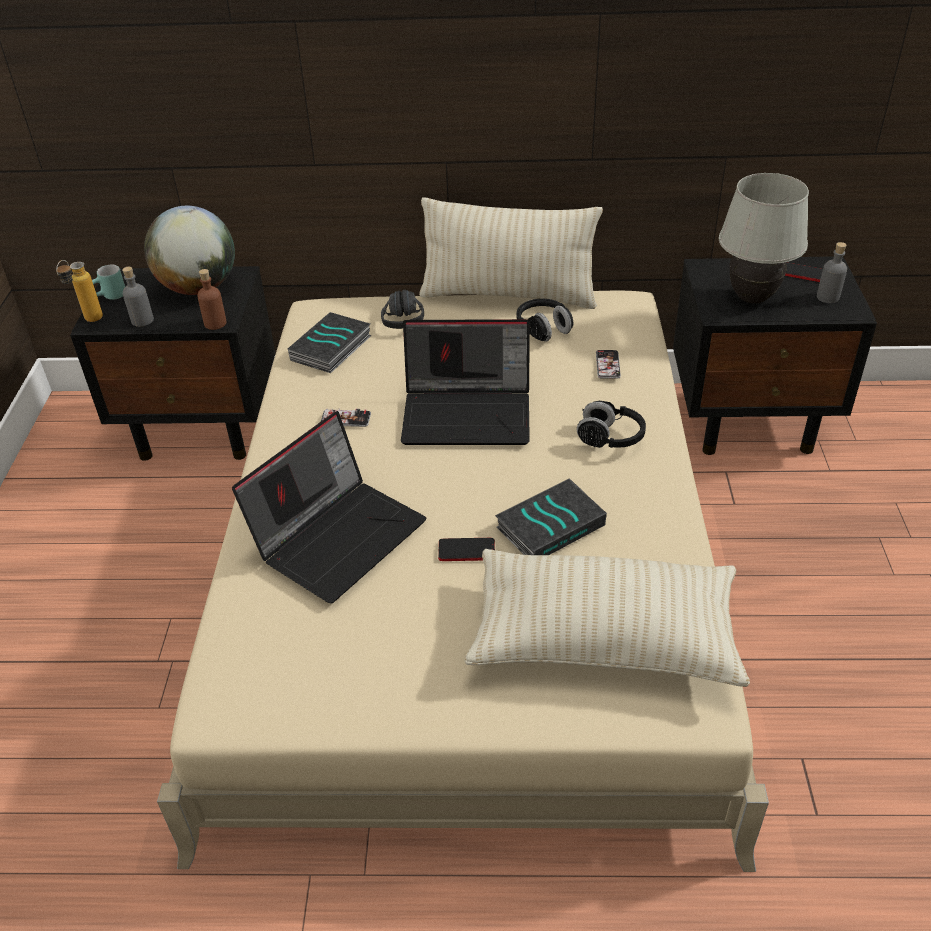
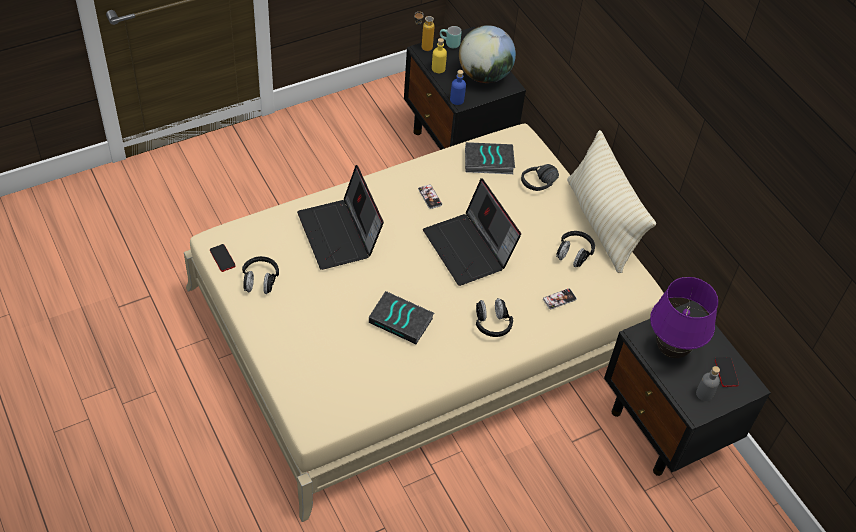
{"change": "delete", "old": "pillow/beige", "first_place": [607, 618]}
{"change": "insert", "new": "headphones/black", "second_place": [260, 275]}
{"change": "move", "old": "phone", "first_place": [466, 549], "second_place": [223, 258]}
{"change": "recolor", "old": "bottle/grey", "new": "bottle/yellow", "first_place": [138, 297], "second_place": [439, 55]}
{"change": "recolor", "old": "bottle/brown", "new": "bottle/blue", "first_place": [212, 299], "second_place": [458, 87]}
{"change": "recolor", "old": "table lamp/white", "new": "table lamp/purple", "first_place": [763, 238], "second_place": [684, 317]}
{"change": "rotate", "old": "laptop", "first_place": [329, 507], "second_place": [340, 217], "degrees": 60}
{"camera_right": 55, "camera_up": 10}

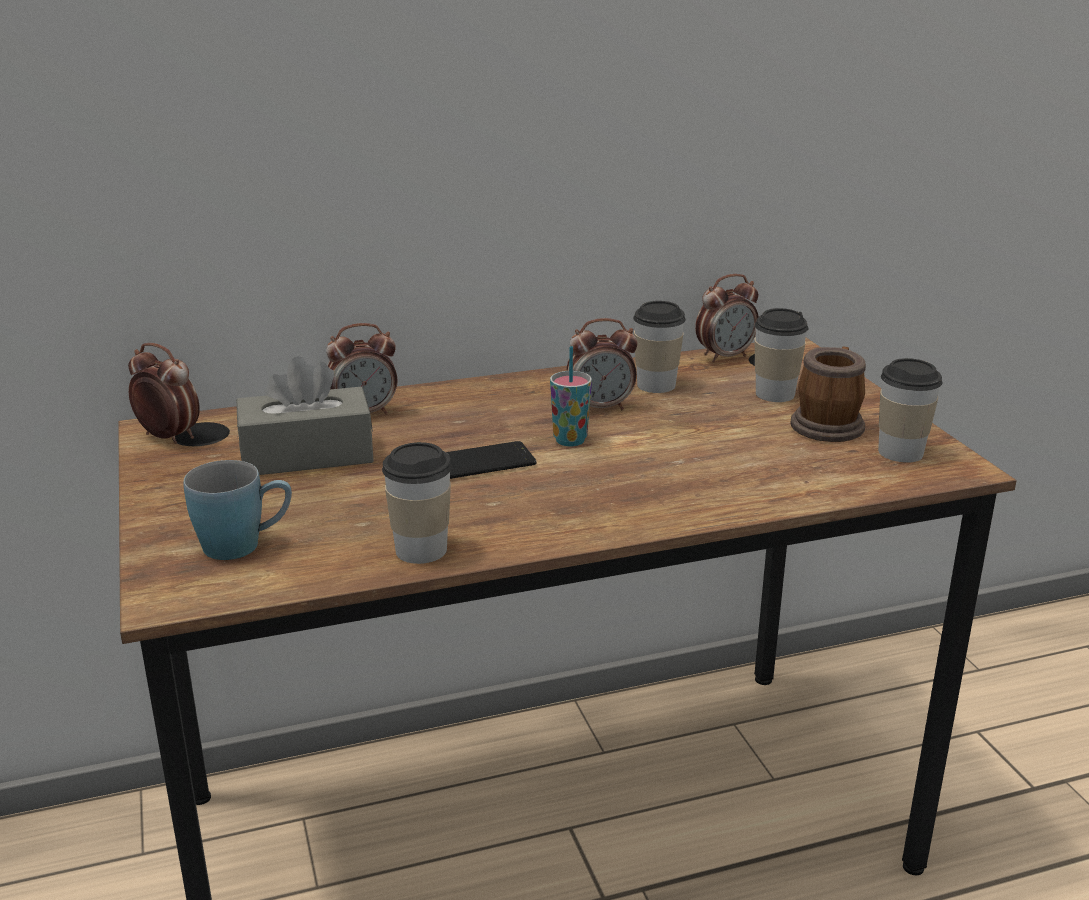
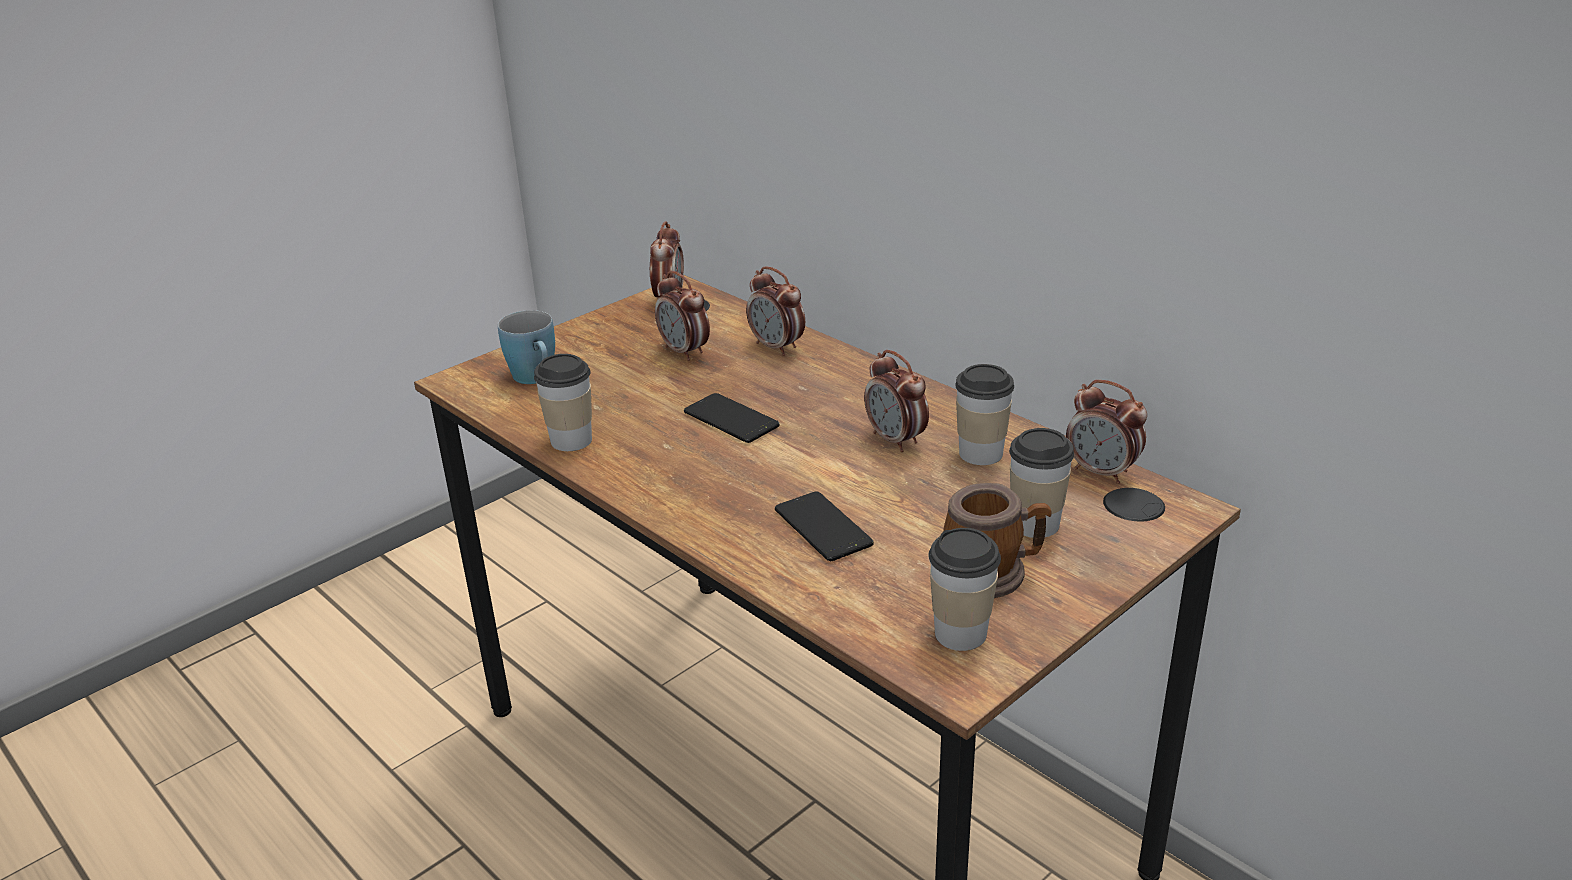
{"change": "delete", "old": "cup", "first_place": [571, 396]}
{"change": "insert", "new": "phone", "second_place": [824, 526]}
{"change": "replace", "old": "tissue box/grey", "new": "alarm clock", "first_place": [305, 415], "second_place": [682, 316]}
{"camera_right": 65, "camera_up": 5}

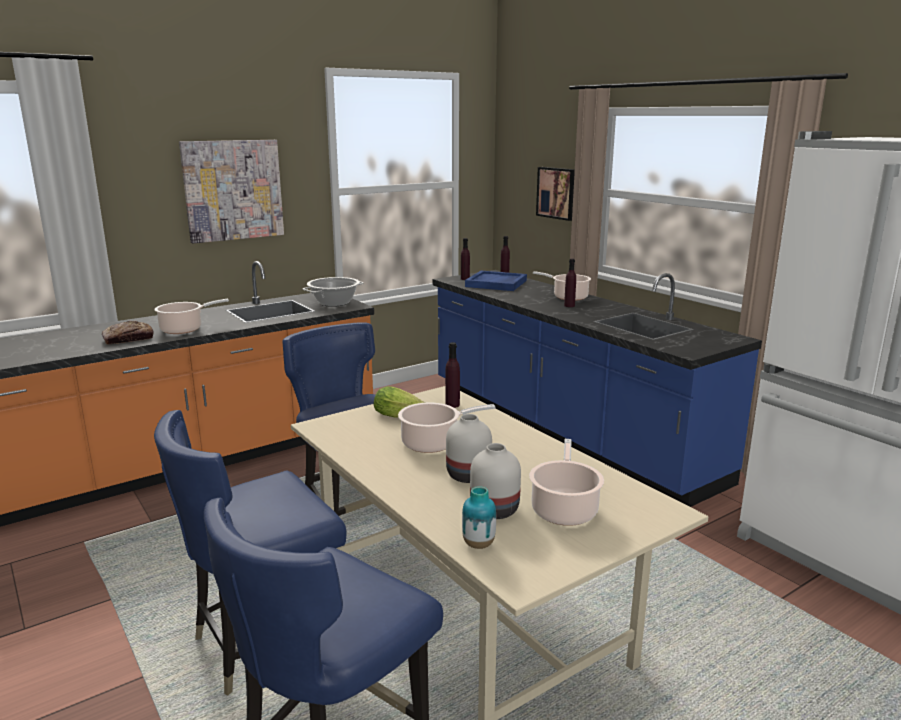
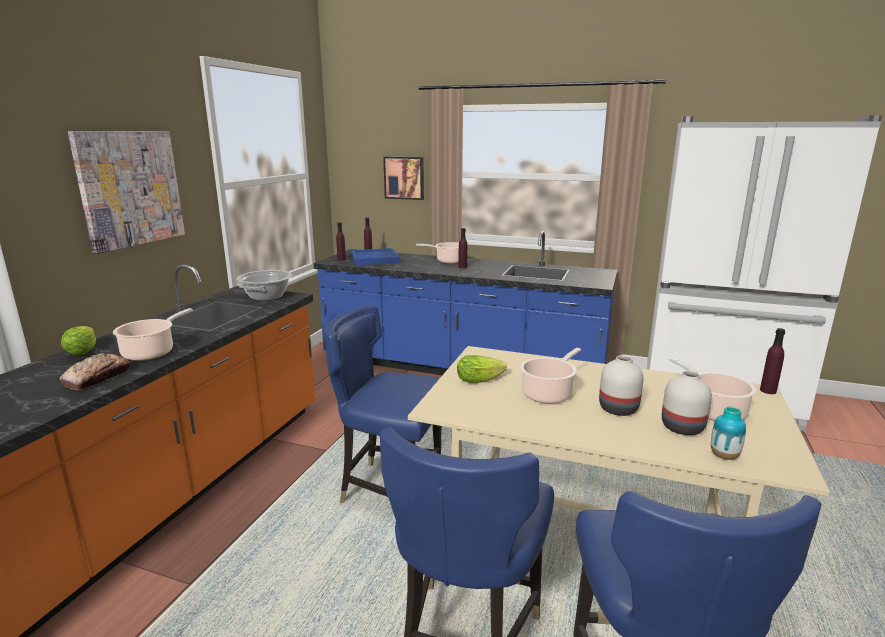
{"change": "insert", "new": "lettuce", "second_place": [78, 340]}
{"change": "move", "old": "bottle/purple", "first_place": [452, 375], "second_place": [772, 361]}
{"camera_right": -35, "camera_up": 0}

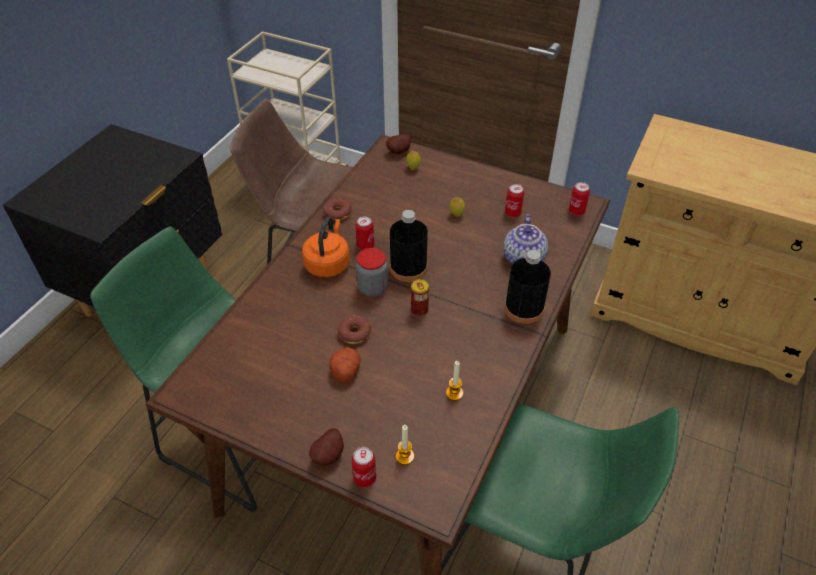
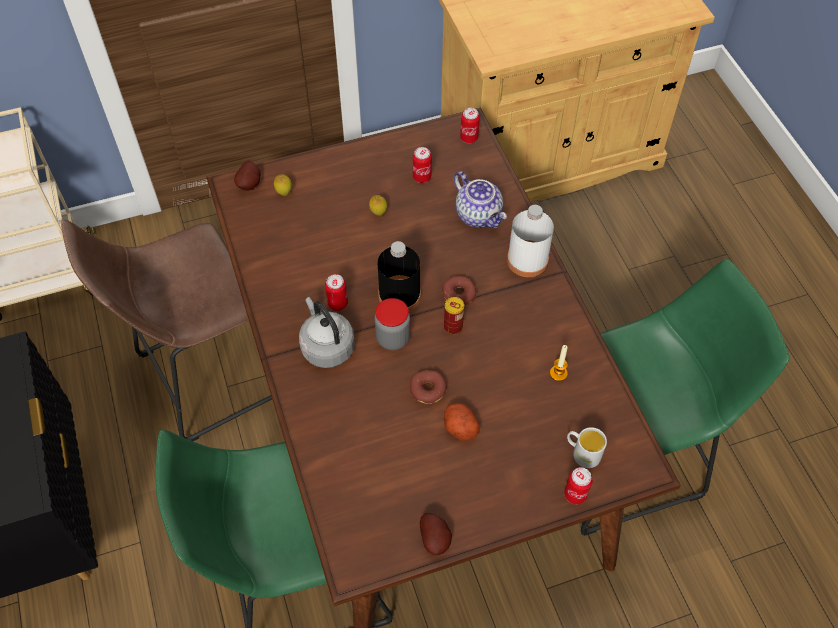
{"change": "move", "old": "potato", "first_place": [326, 447], "second_place": [436, 534]}
{"change": "move", "old": "donut", "first_place": [337, 209], "second_place": [459, 290]}
{"change": "replace", "old": "candle", "new": "mug/white", "first_place": [405, 445], "second_place": [587, 447]}
{"change": "recolor", "old": "kettle/orange", "new": "kettle/grey", "first_place": [326, 247], "second_place": [327, 332]}
{"change": "recolor", "old": "bottle/black", "new": "bottle/white", "first_place": [527, 287], "second_place": [530, 241]}
{"camera_right": -45, "camera_up": 10}

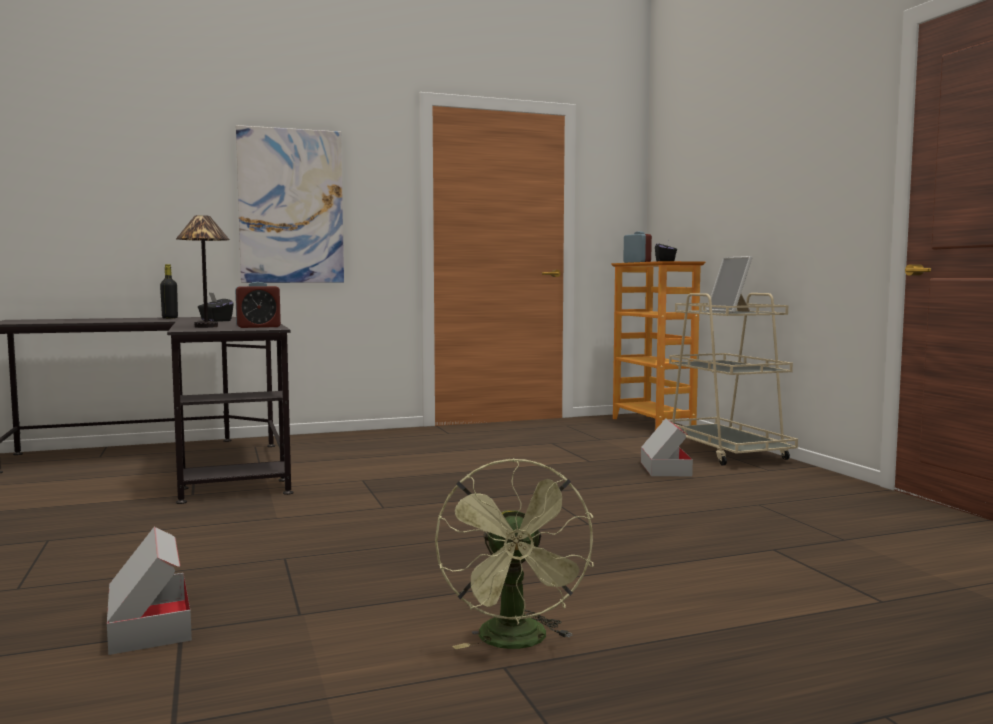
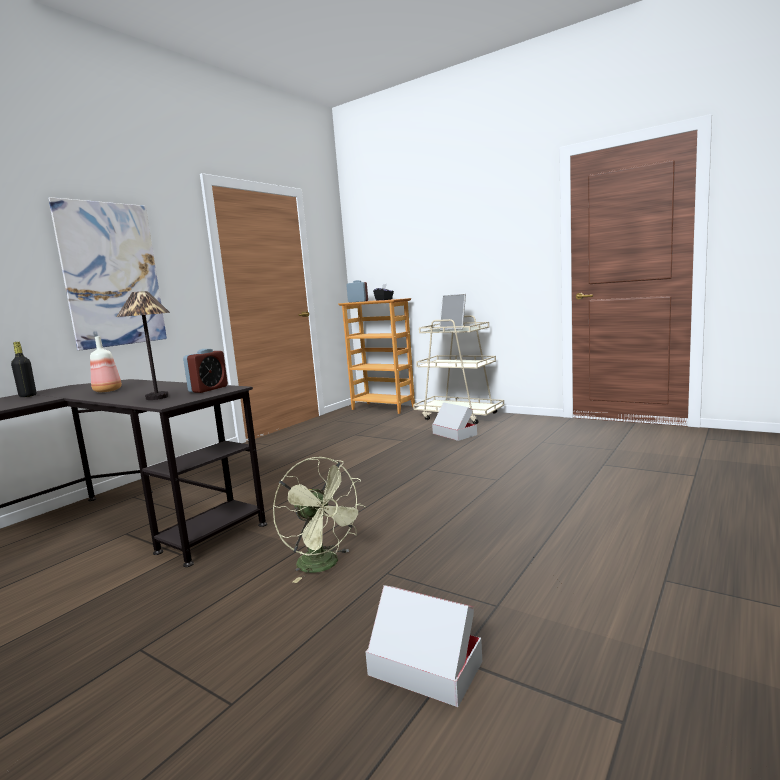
{"change": "move", "old": "fan/green", "first_place": [514, 553], "second_place": [319, 520]}
{"change": "replace", "old": "tissue box/black", "new": "bottle", "first_place": [216, 307], "second_place": [106, 364]}
{"camera_right": -35, "camera_up": 5}

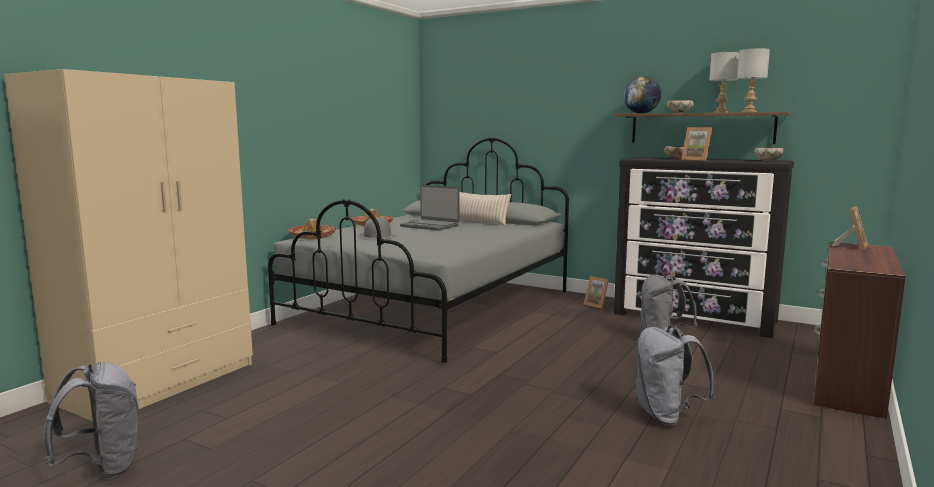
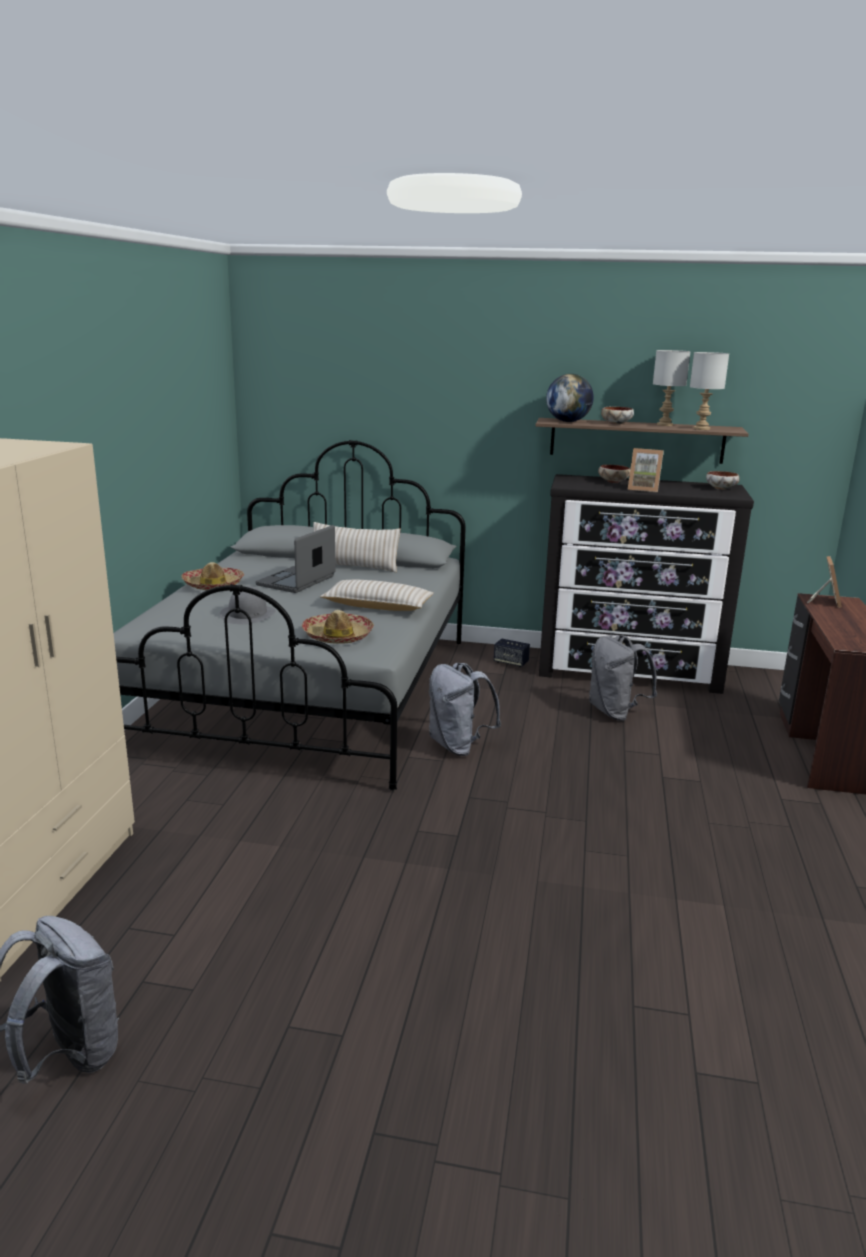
{"change": "insert", "new": "pillow/beige", "second_place": [377, 595]}
{"change": "move", "old": "hat", "first_place": [312, 229], "second_place": [338, 627]}
{"change": "move", "old": "backpack/grey", "first_place": [675, 376], "second_place": [465, 709]}
{"change": "replace", "old": "picture frame", "new": "speaker", "first_place": [596, 292], "second_place": [512, 652]}
{"change": "rotate", "old": "laptop", "first_place": [429, 208], "second_place": [296, 559], "degrees": 105}
{"camera_right": -20, "camera_up": 10}

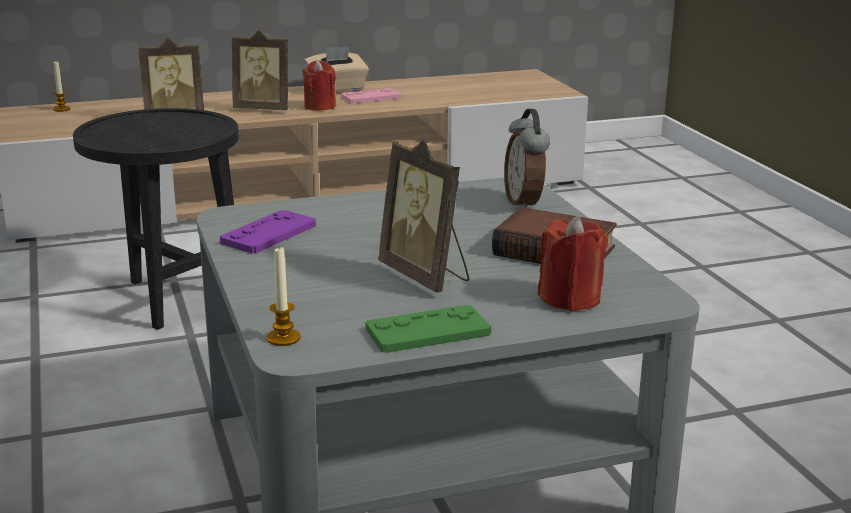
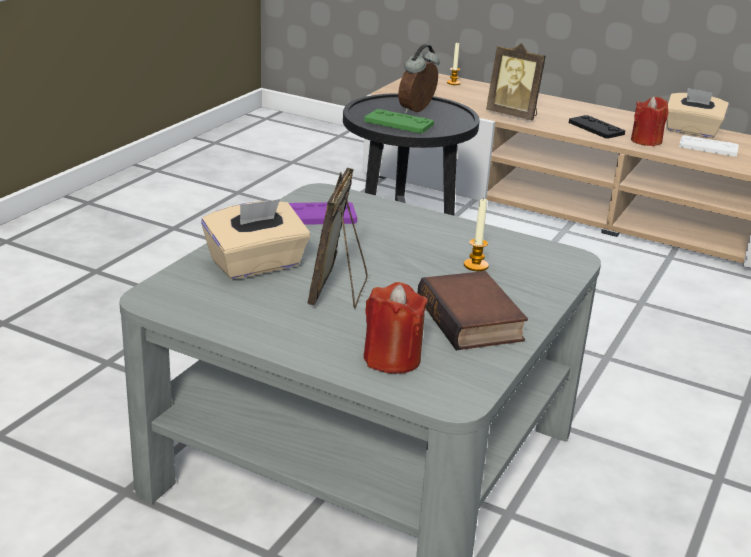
{"change": "insert", "new": "tissue box/beige", "second_place": [255, 239]}
{"change": "move", "old": "candle", "first_place": [284, 296], "second_place": [476, 234]}
{"change": "move", "old": "game controller/green", "first_place": [428, 329], "second_place": [399, 121]}
{"change": "move", "old": "alarm clock", "first_place": [527, 158], "second_place": [419, 79]}
{"change": "replace", "old": "picture frame", "new": "game controller/black", "first_place": [260, 70], "second_place": [597, 127]}
{"change": "recolor", "old": "game controller/pink", "new": "game controller/white", "first_place": [371, 96], "second_place": [709, 146]}
{"camera_right": 45, "camera_up": 5}

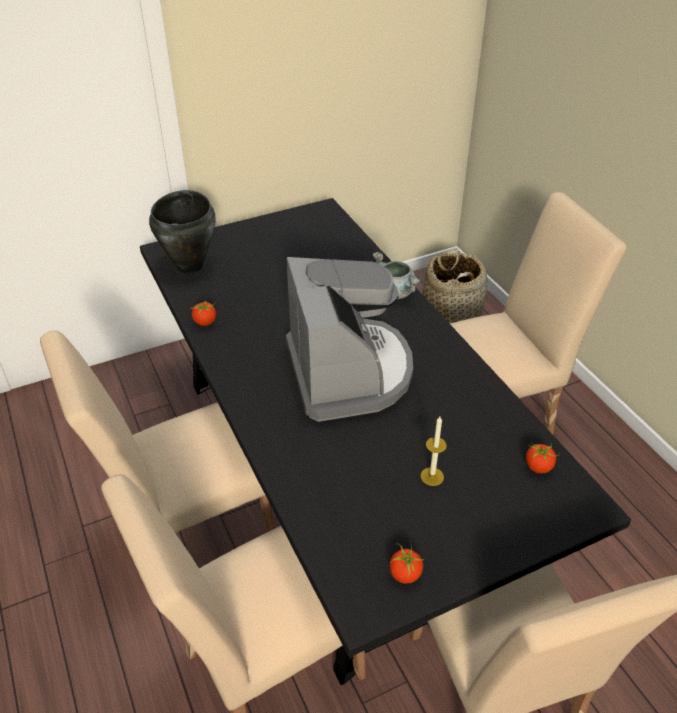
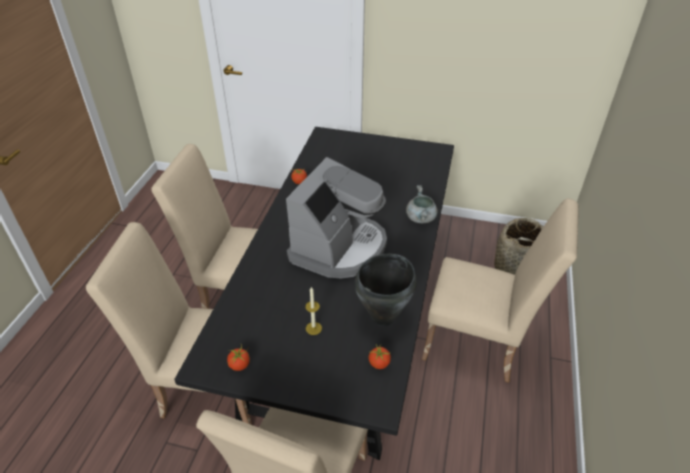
{"change": "move", "old": "cooking pot/black", "first_place": [182, 232], "second_place": [385, 289]}
{"camera_right": 40, "camera_up": 0}

